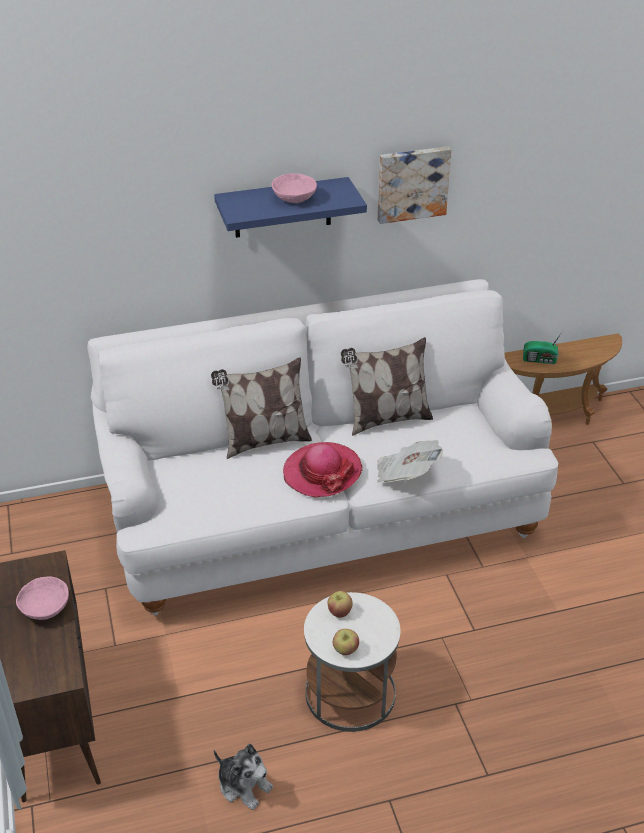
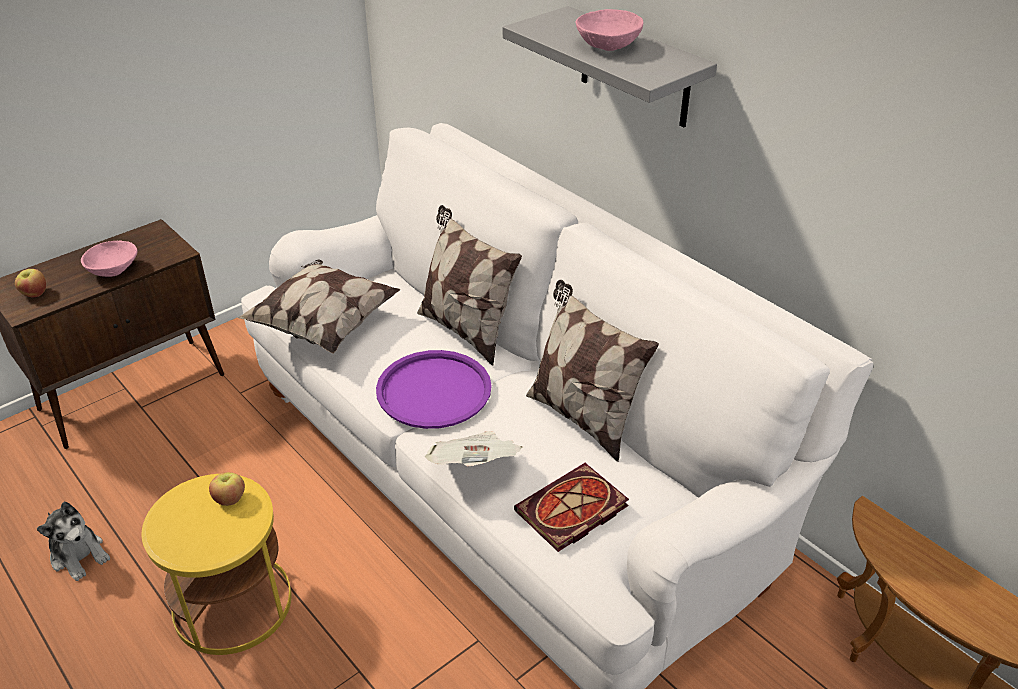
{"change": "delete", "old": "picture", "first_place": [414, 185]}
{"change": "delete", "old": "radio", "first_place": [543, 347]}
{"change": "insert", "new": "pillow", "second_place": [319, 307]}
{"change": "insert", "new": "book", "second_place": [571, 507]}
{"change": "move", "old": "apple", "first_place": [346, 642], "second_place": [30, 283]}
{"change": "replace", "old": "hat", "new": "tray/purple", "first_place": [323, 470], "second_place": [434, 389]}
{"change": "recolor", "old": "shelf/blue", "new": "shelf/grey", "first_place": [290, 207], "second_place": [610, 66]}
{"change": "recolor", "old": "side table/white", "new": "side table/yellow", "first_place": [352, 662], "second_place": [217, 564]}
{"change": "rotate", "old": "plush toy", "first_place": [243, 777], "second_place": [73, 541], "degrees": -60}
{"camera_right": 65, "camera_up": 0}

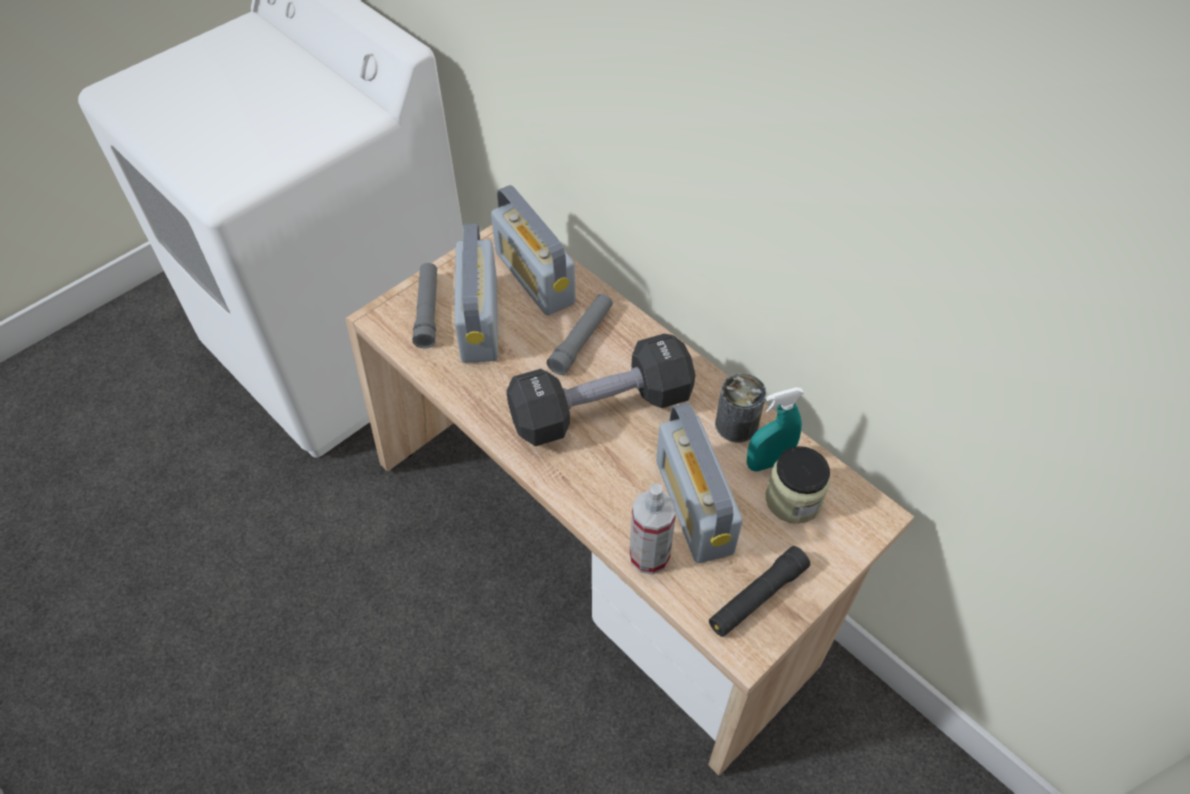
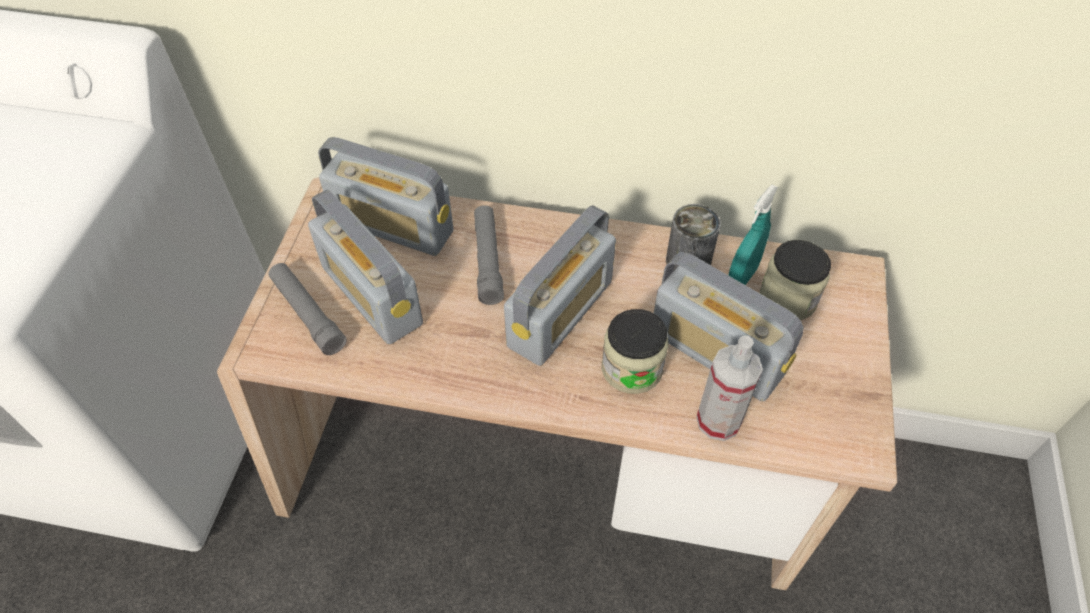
{"change": "delete", "old": "flashlight/black", "first_place": [759, 591]}
{"change": "insert", "new": "jar", "second_place": [635, 351]}
{"change": "replace", "old": "dumbbell/black", "new": "radio", "first_place": [600, 390], "second_place": [560, 285]}
{"camera_right": -35, "camera_up": 0}

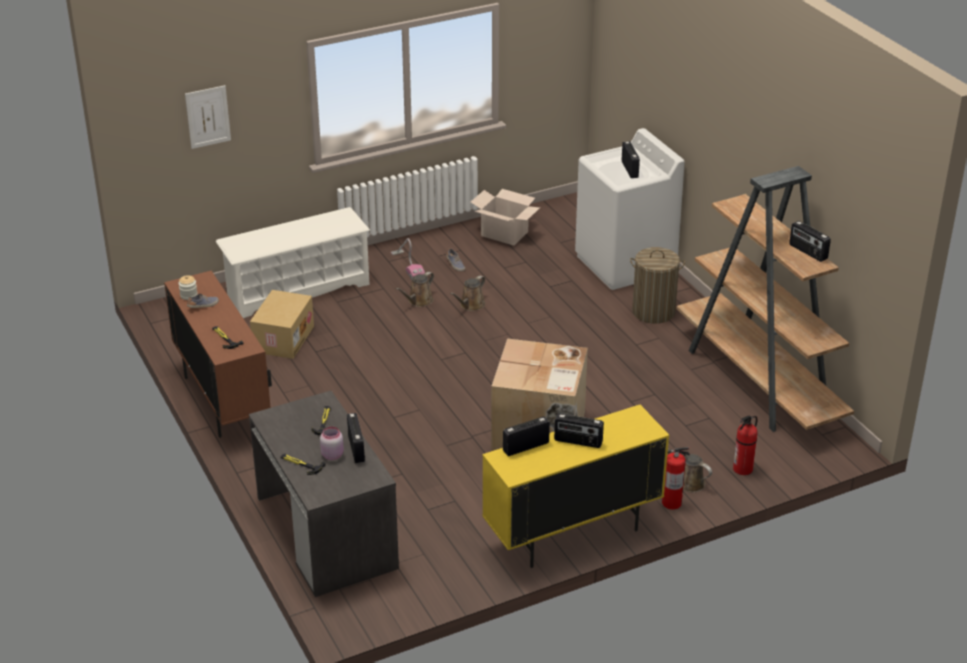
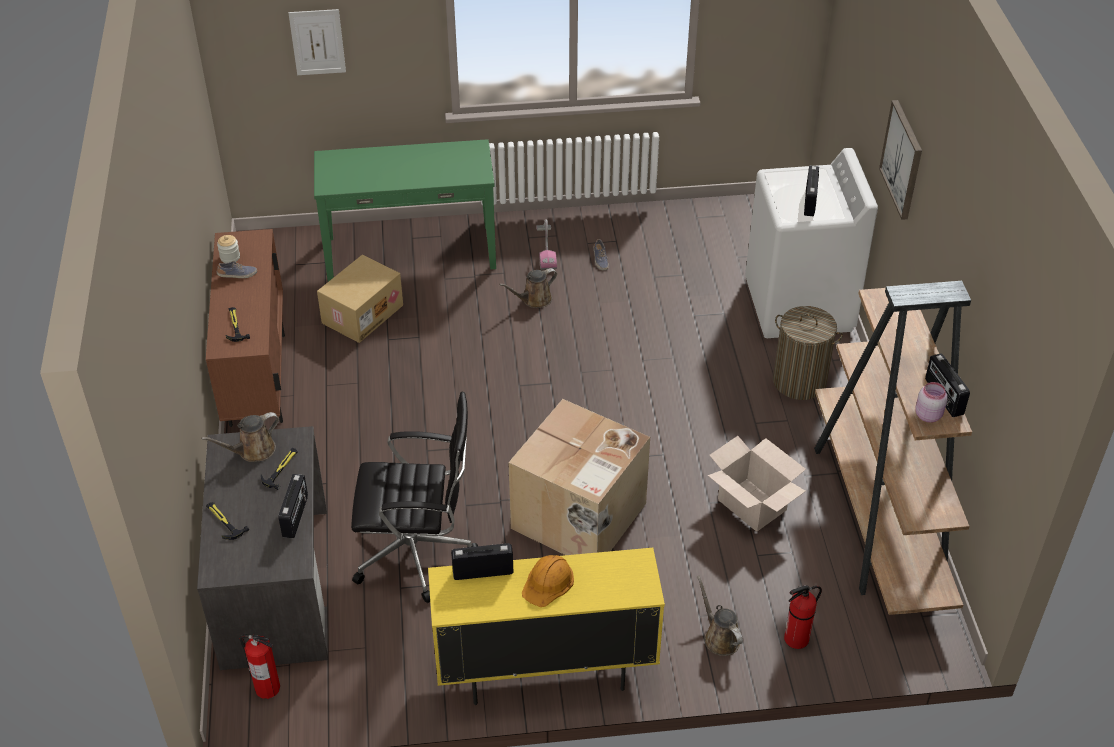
{"change": "insert", "new": "office chair/black", "second_place": [414, 497]}
{"change": "insert", "new": "picture", "second_place": [900, 160]}
{"change": "move", "old": "jar/pink", "first_place": [332, 443], "second_place": [931, 402]}
{"change": "move", "old": "watering can/brown", "first_place": [467, 293], "second_place": [240, 437]}
{"change": "move", "old": "cardboard box", "first_place": [505, 217], "second_place": [757, 484]}
{"change": "move", "old": "fire extinguisher", "first_place": [676, 478], "second_place": [260, 666]}
{"change": "replace", "old": "shoe rack/white", "new": "console table/green", "first_place": [293, 262], "second_place": [405, 210]}
{"change": "replace", "old": "radio", "new": "hard hat/orange", "first_place": [579, 430], "second_place": [548, 581]}
{"camera_right": 20, "camera_up": 10}

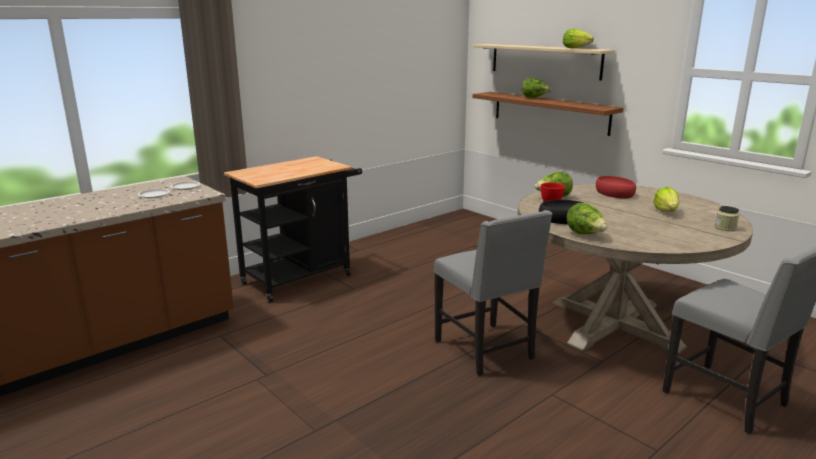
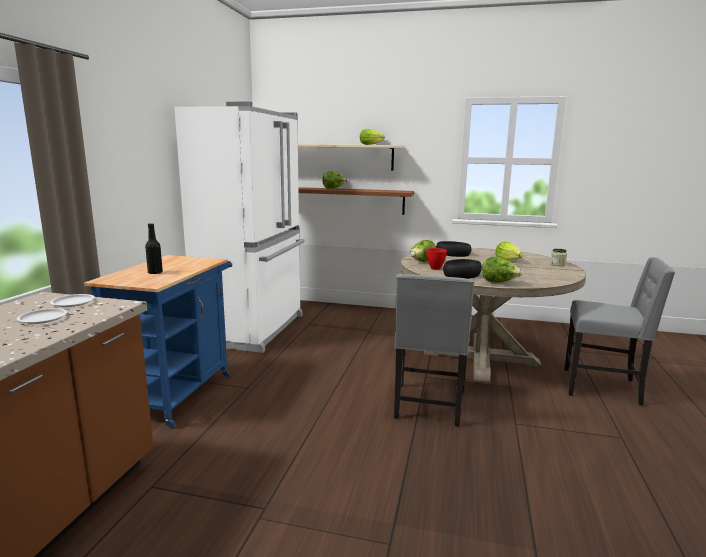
{"change": "insert", "new": "bottle/black", "second_place": [154, 248]}
{"change": "insert", "new": "fridge/white", "second_place": [239, 227]}
{"change": "recolor", "old": "cart/black", "new": "cart/blue", "first_place": [293, 229], "second_place": [158, 341]}
{"change": "recolor", "old": "bowl/red", "new": "bowl/black", "first_place": [616, 187], "second_place": [453, 249]}
{"change": "rotate", "old": "chair/grey", "first_place": [493, 293], "second_place": [434, 350], "degrees": 75}
{"camera_right": -35, "camera_up": -5}

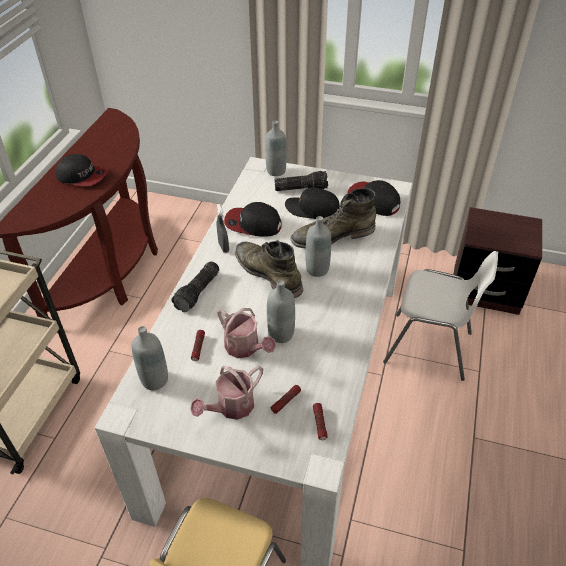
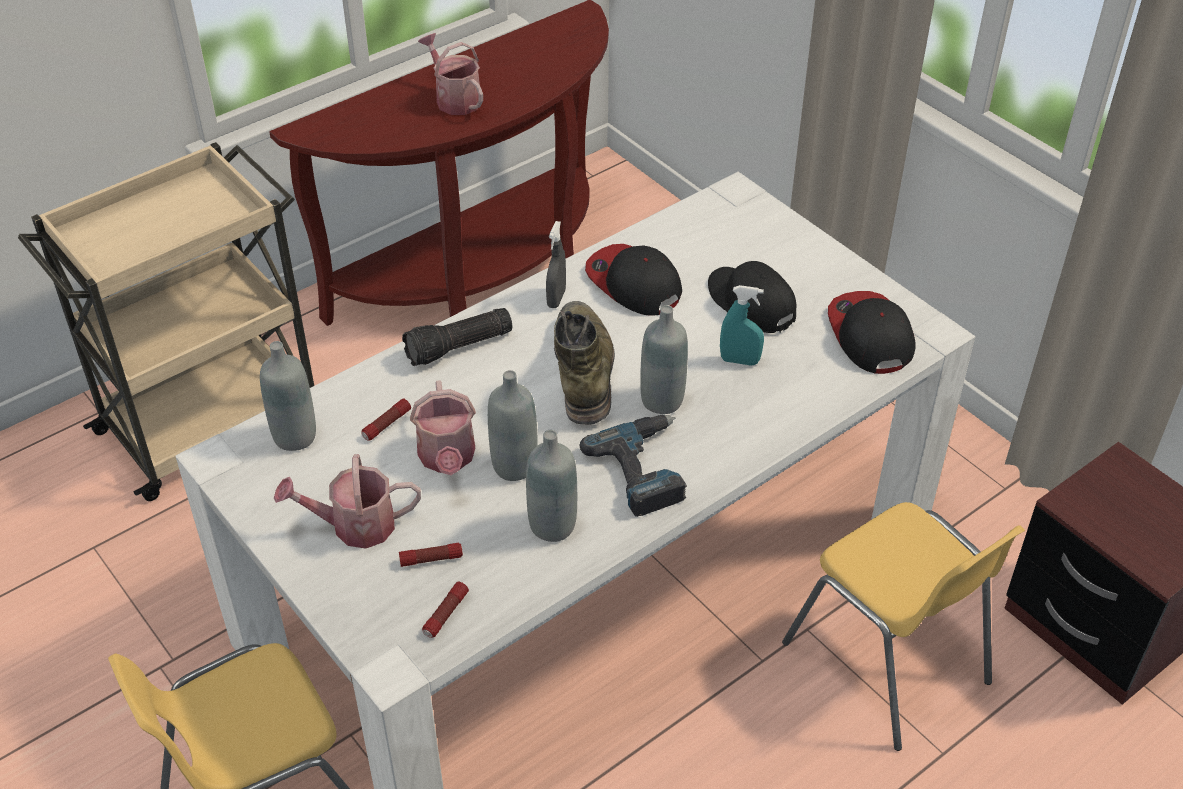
{"change": "delete", "old": "flashlight", "first_place": [301, 181]}
{"change": "insert", "new": "power drill", "second_place": [633, 466]}
{"change": "move", "old": "bottle/grey", "first_place": [276, 148], "second_place": [551, 486]}
{"change": "replace", "old": "cap", "new": "watering can", "first_place": [82, 170], "second_place": [450, 74]}
{"change": "replace", "old": "boot/green", "new": "spray bottle/turquoise", "first_place": [333, 218], "second_place": [742, 325]}
{"change": "recolor", "old": "chair/white", "new": "chair/yellow", "first_place": [440, 316], "second_place": [903, 626]}
{"camera_right": 35, "camera_up": 0}

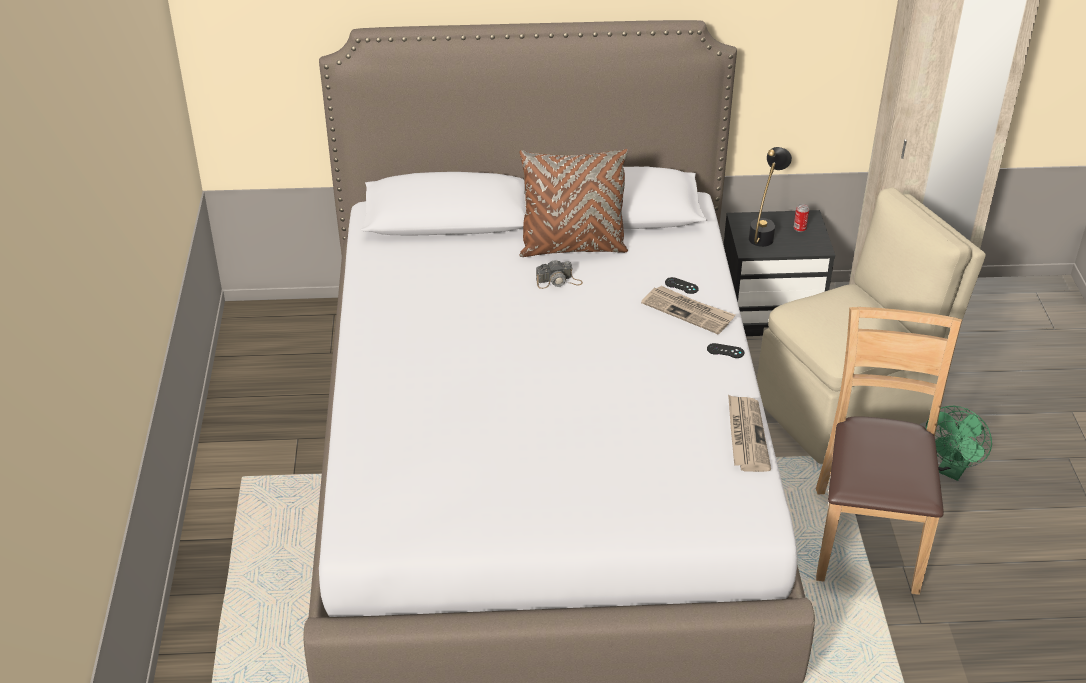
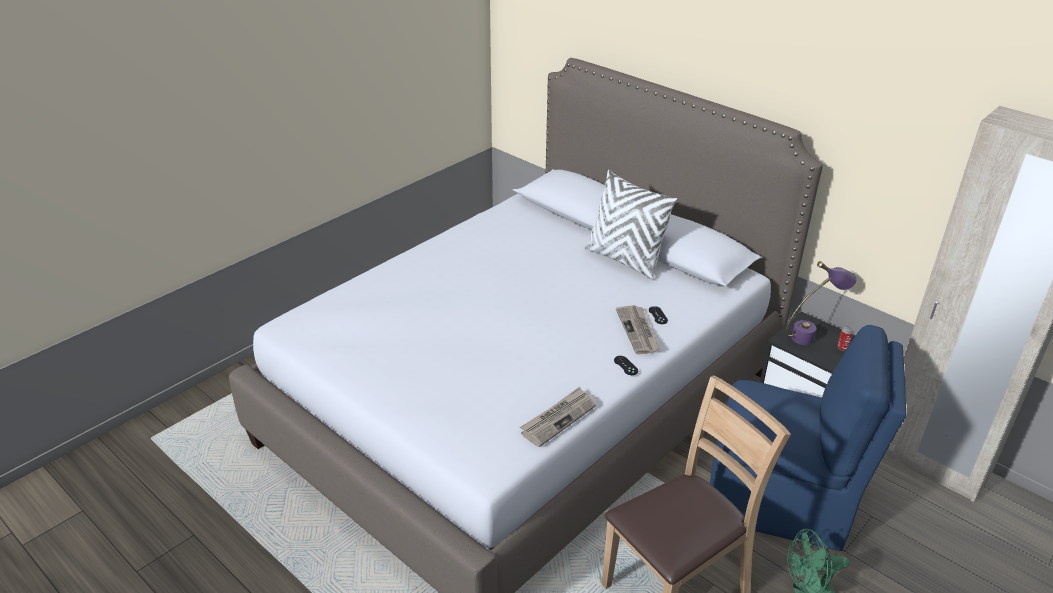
{"change": "delete", "old": "photo camera", "first_place": [559, 274]}
{"change": "recolor", "old": "pillow/brown", "new": "pillow/white", "first_place": [573, 203], "second_place": [631, 224]}
{"change": "recolor", "old": "table lamp/black", "new": "table lamp/purple", "first_place": [770, 197], "second_place": [821, 303]}
{"change": "recolor", "old": "chair/beige", "new": "chair/blue", "first_place": [871, 325], "second_place": [808, 438]}
{"camera_right": 45, "camera_up": -5}

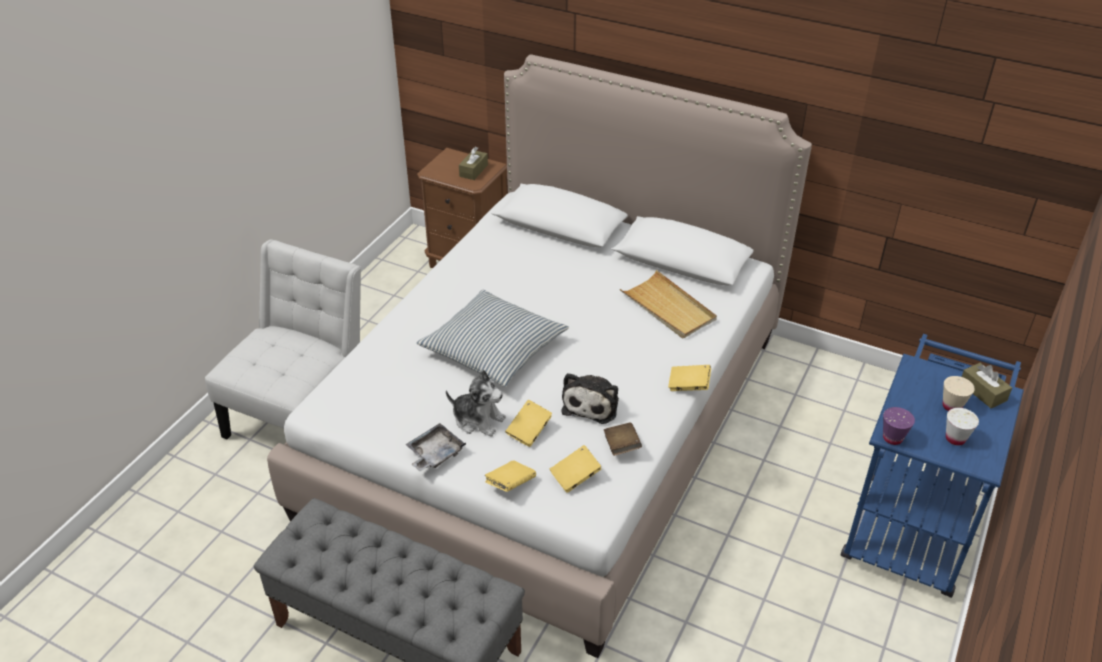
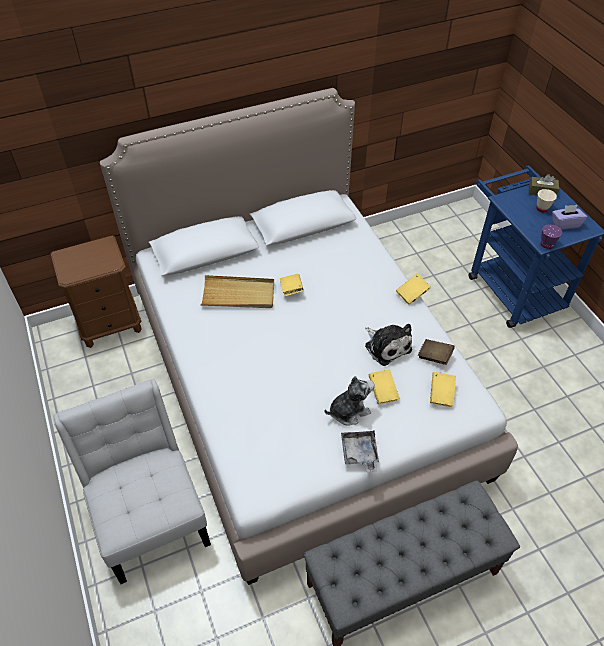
{"change": "delete", "old": "pillow", "first_place": [492, 338]}
{"change": "delete", "old": "tissue box/brown", "first_place": [473, 163]}
{"change": "move", "old": "book/yellow", "first_place": [510, 476], "second_place": [292, 285]}
{"change": "move", "old": "tray/beige", "first_place": [668, 304], "second_place": [237, 291]}
{"change": "replace", "old": "cup/white", "new": "tissue box/purple", "first_place": [962, 427], "second_place": [569, 217]}
{"camera_right": -50, "camera_up": 10}

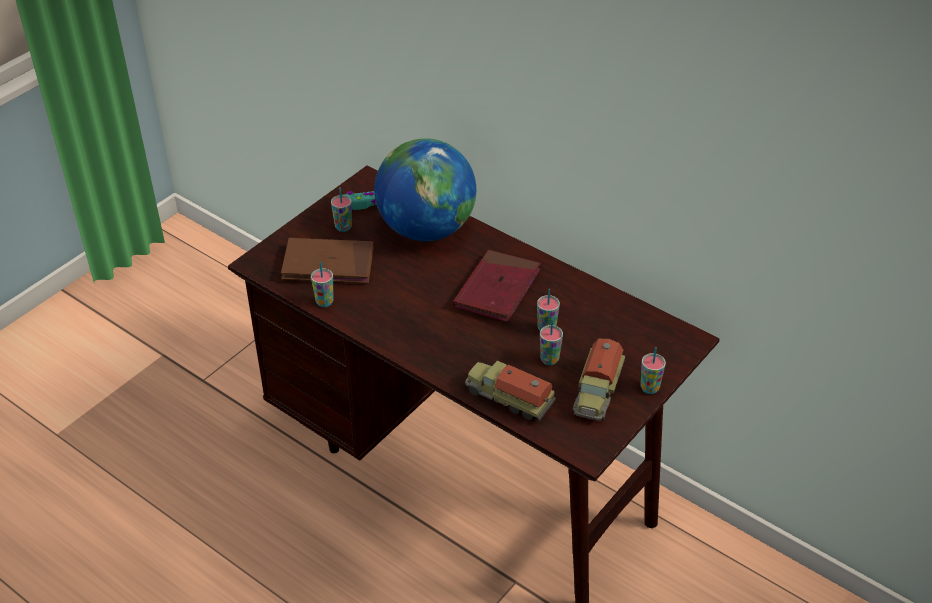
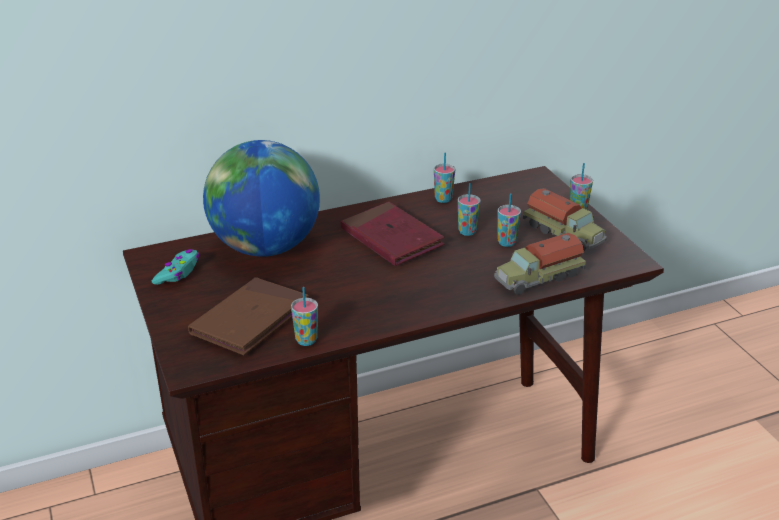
{"change": "move", "old": "cup", "first_place": [341, 209], "second_place": [444, 177]}
{"camera_right": -60, "camera_up": -10}

